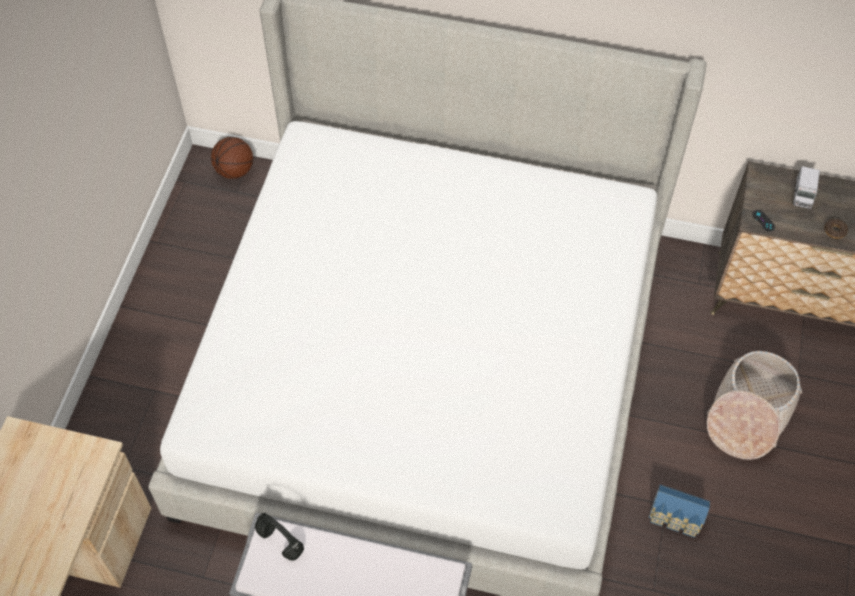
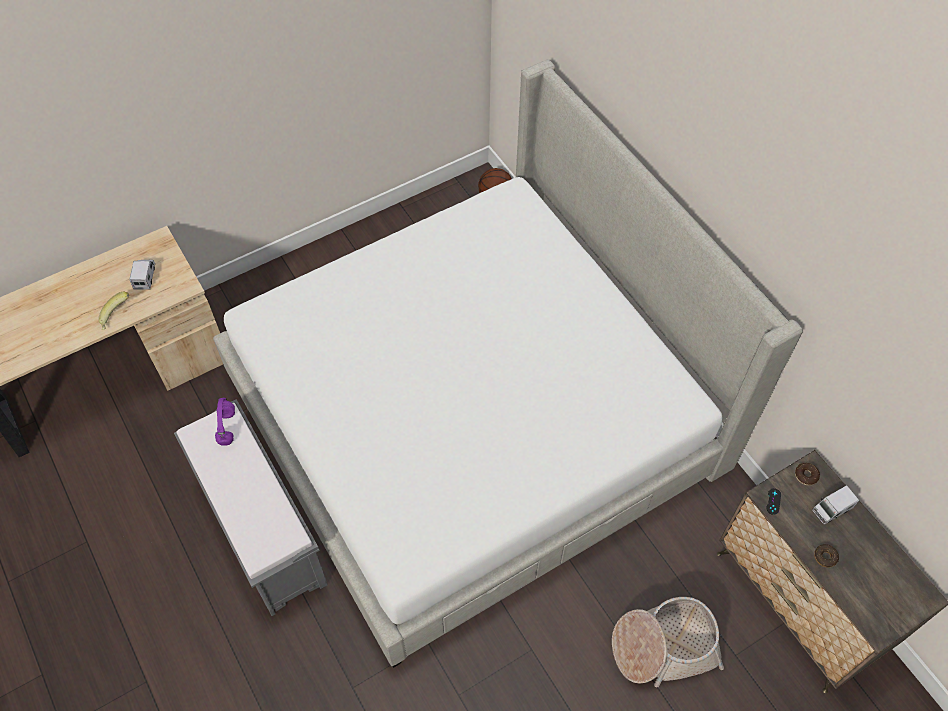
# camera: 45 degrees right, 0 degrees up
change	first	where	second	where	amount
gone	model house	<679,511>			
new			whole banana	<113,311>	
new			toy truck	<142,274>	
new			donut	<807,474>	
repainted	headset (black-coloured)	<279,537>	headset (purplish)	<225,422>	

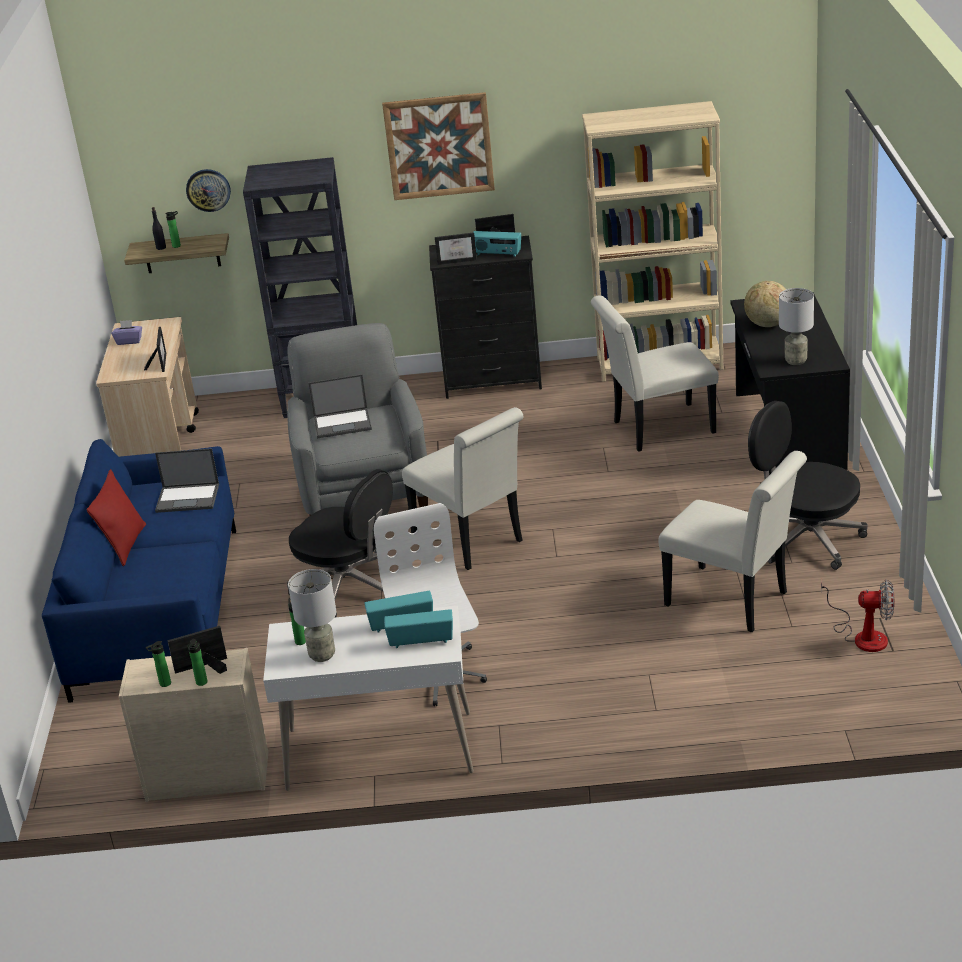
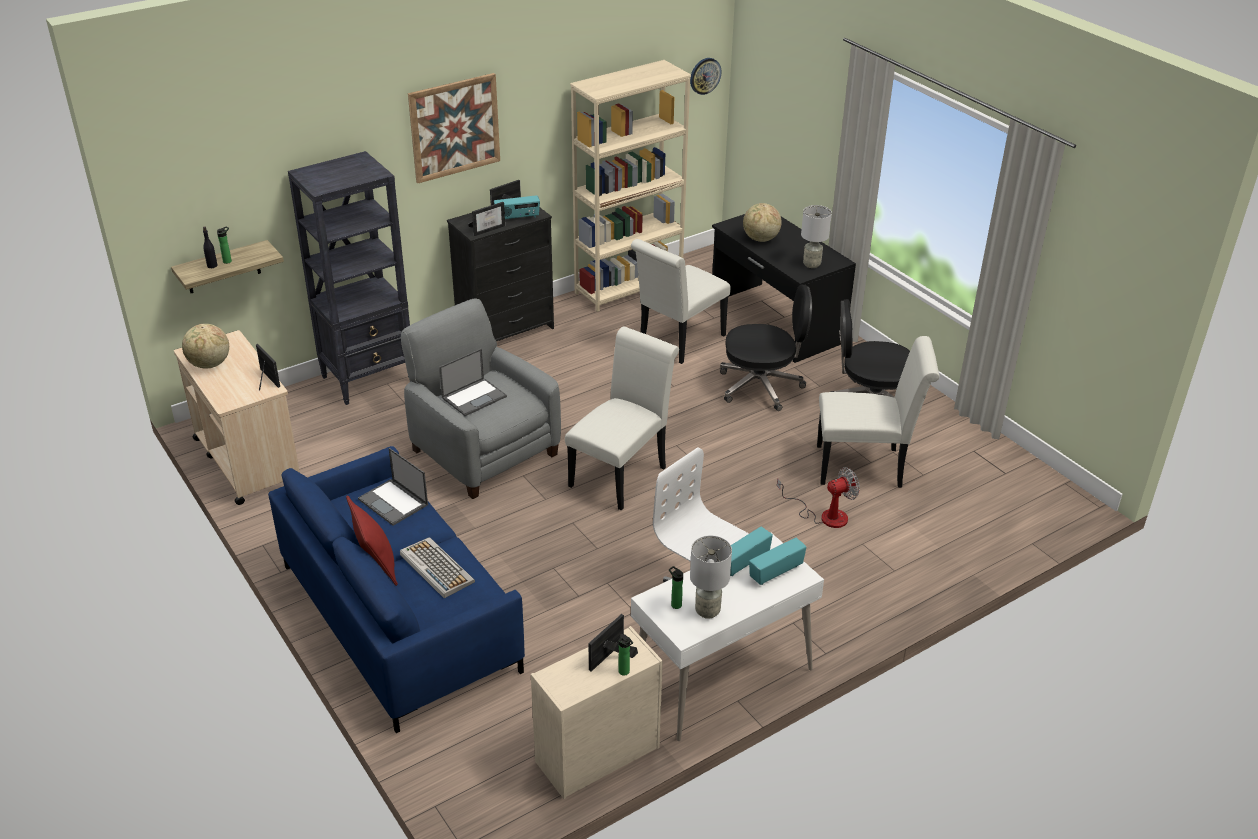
# camera: 35 degrees left, 5 degrees up
change	first	where	second	where	amount
gone	beverage bottle	<158,664>			
new			keyboard	<437,567>	
shifted	wall clock	<208,190>		<705,76>	
shifted	computer chair (black-coloured)	<340,543>		<766,348>	
shifted	electric fan	<857,615>		<818,497>	
swapped	tissue box (purplish)	<126,332>	world globe	<205,346>	
rotated	laptop	<187,480>		<393,487>	75 degrees clockwise
rotated	plain chair (white)	<463,488>		<622,418>	75 degrees counterclockwise

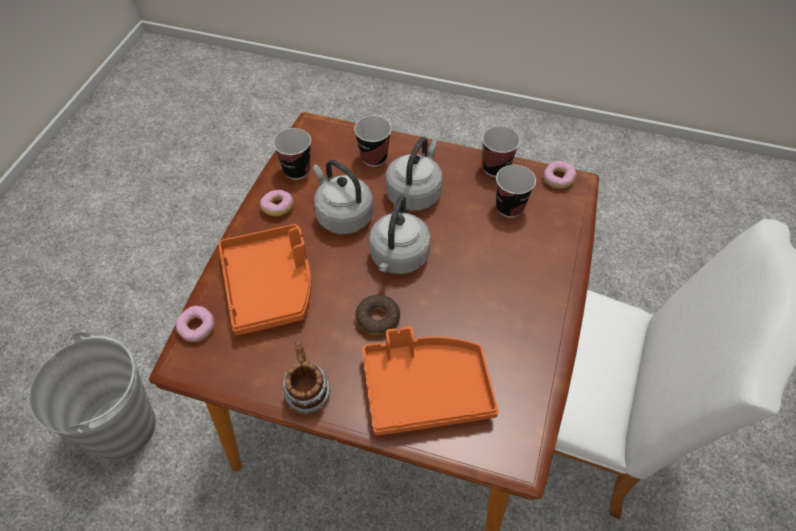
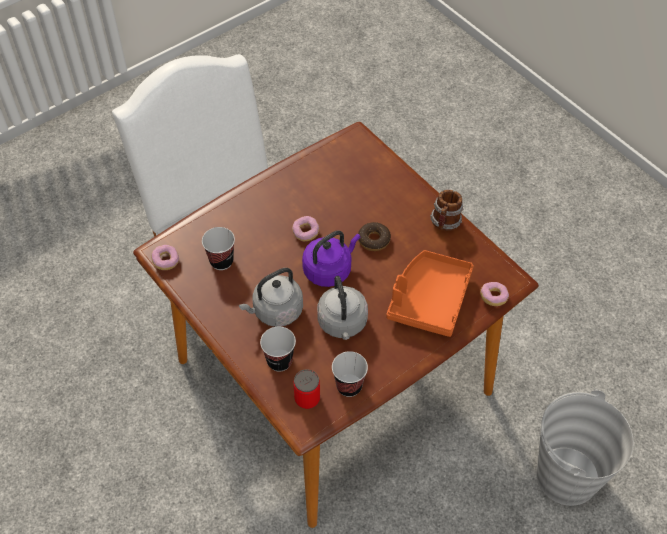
# camera: 145 degrees left, 0 degrees up
change	first	where	second	where	amount
gone	carrying tray (orangey)	<430,381>			
gone	small cup	<501,151>			
new			metal can	<306,389>	
shifted	donut	<277,203>		<306,228>	
repainted	tea kettle (greyish)	<400,234>	tea kettle (purplish)	<331,259>	

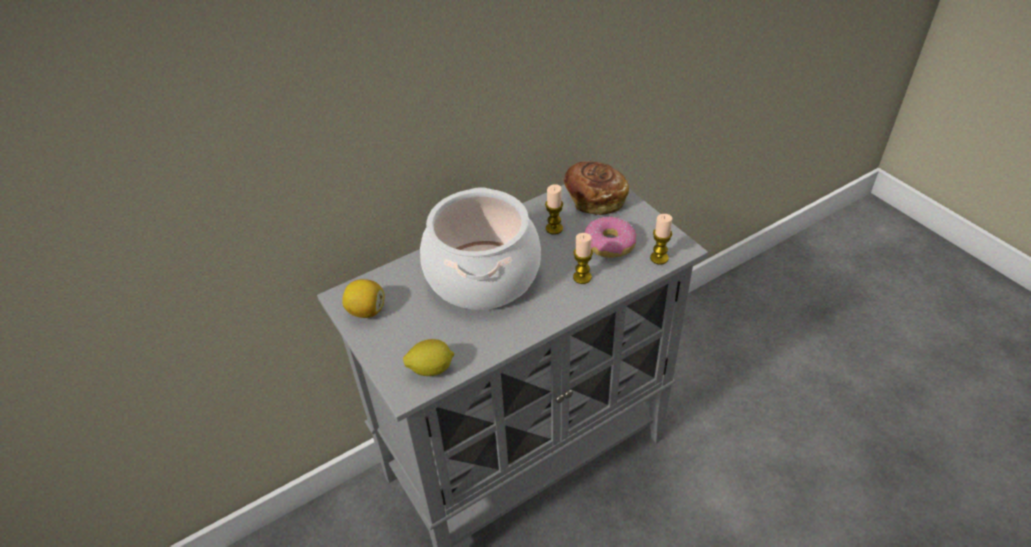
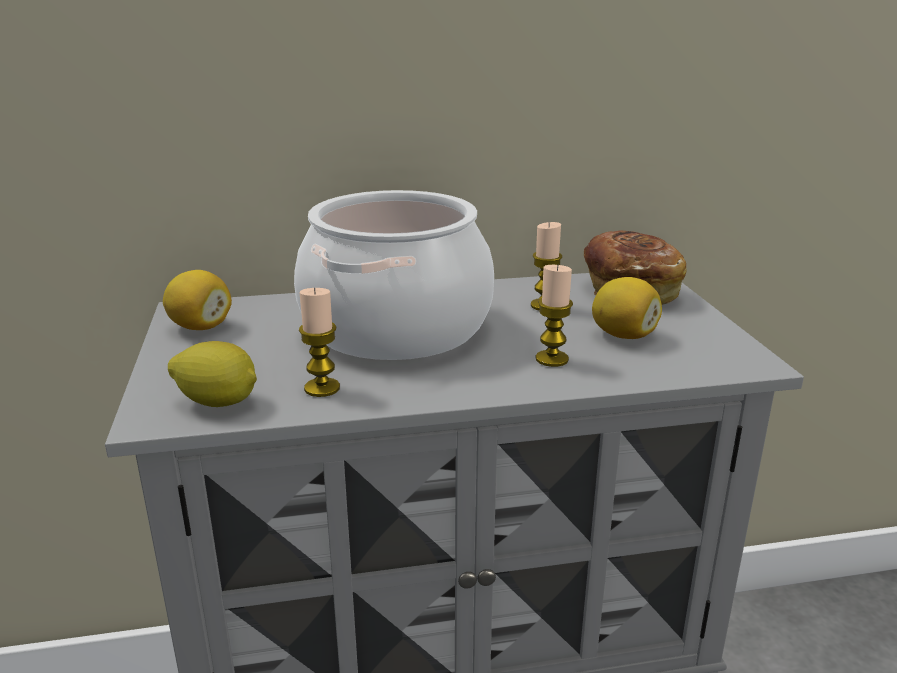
# camera: 20 degrees right, 20 degrees down
change	first	where	second	where	amount
shifted	wax light	<661,239>		<319,342>	
swapped	donut	<610,237>	whole lemon	<627,308>	

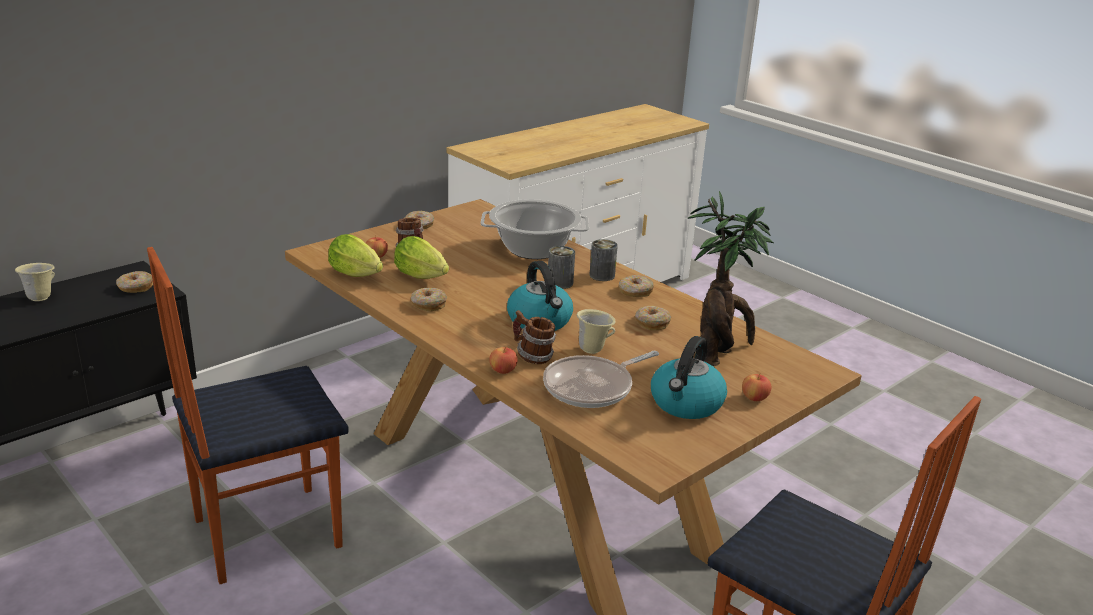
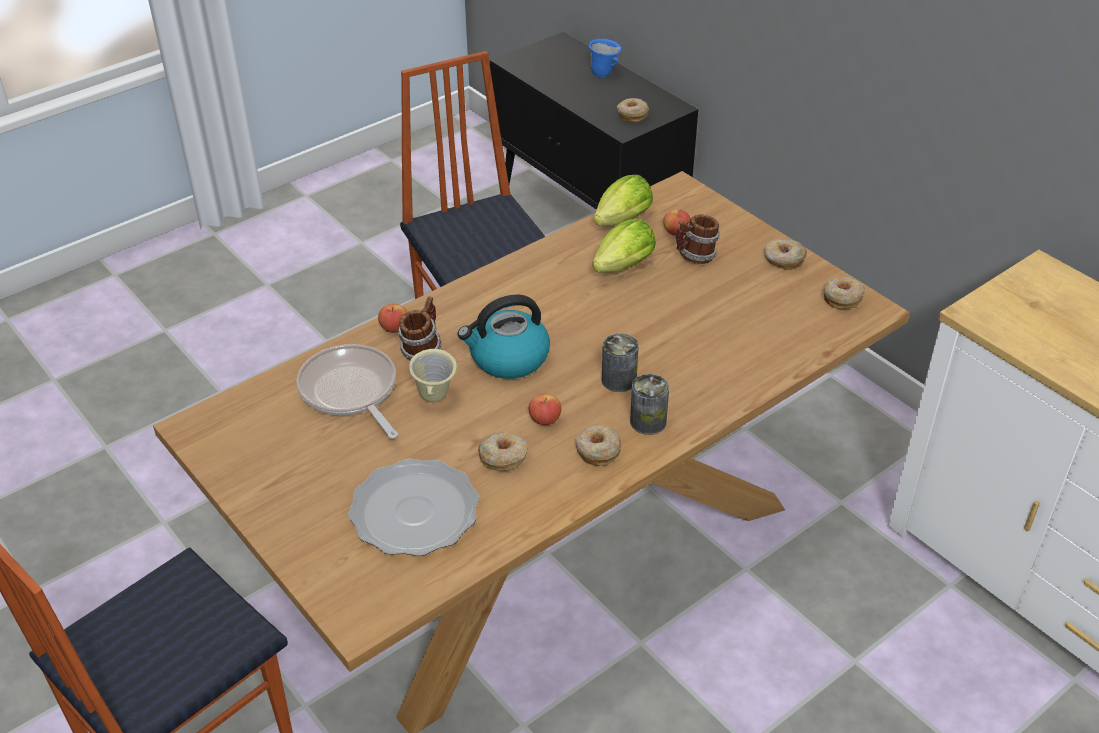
# camera: 95 degrees right, 15 degrees up
change	first	where	second	where	amount
gone	stockpot	<535,229>			
gone	tea kettle	<689,377>			
shifted	donut	<429,300>		<844,293>	
shifted	apple fruit	<756,387>		<545,409>	
swapped	houseplant	<730,278>	dinner plate	<413,507>	
repainted	mug (sand-coloured)	<35,282>	mug (bluish)	<605,58>	

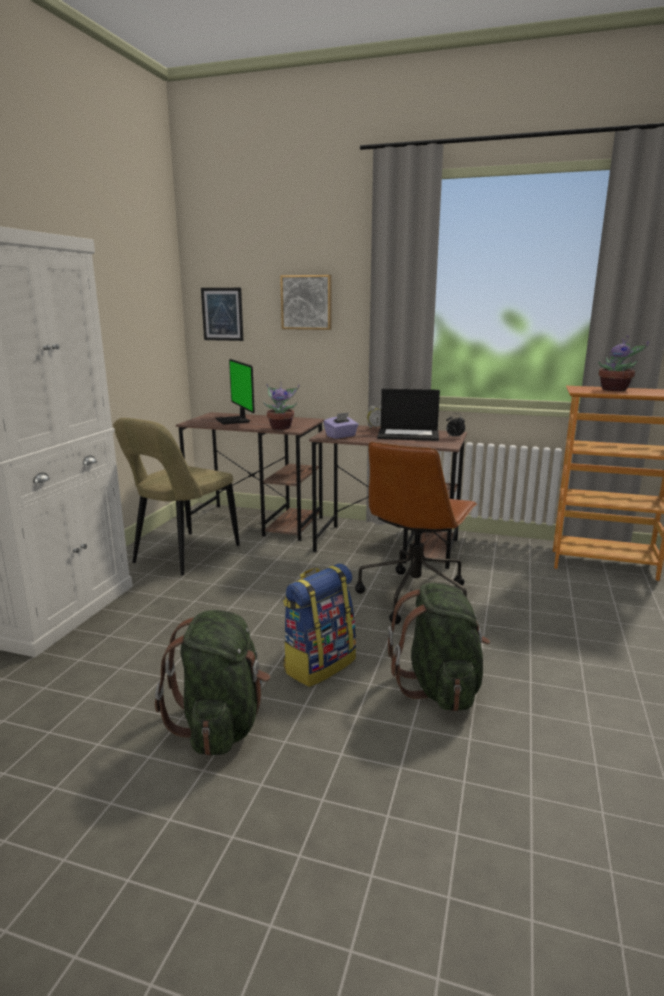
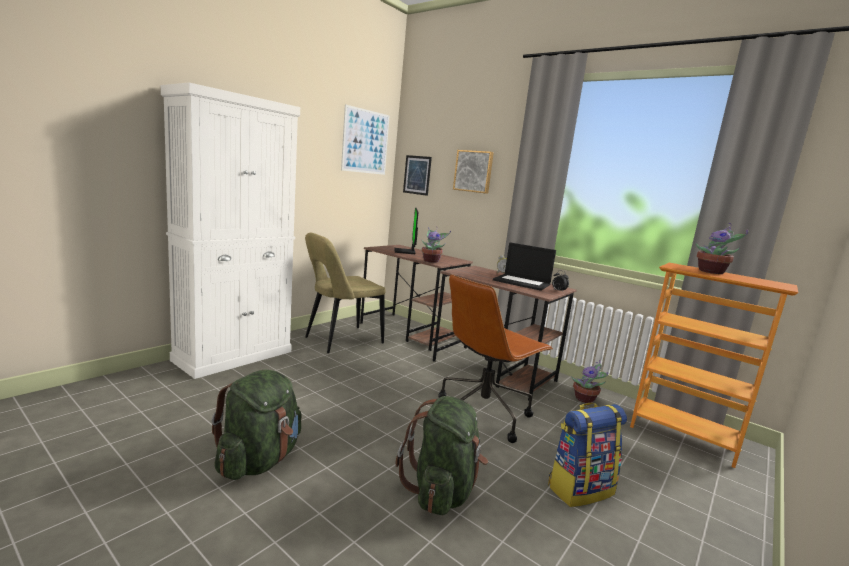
# camera: 20 degrees right, 5 degrees down
change	first	where	second	where	amount
gone	tissue box (purplish)	<341,426>			
new			wall art	<365,140>	
new			houseplant	<589,381>	
shifted	backpack	<319,625>		<587,455>	

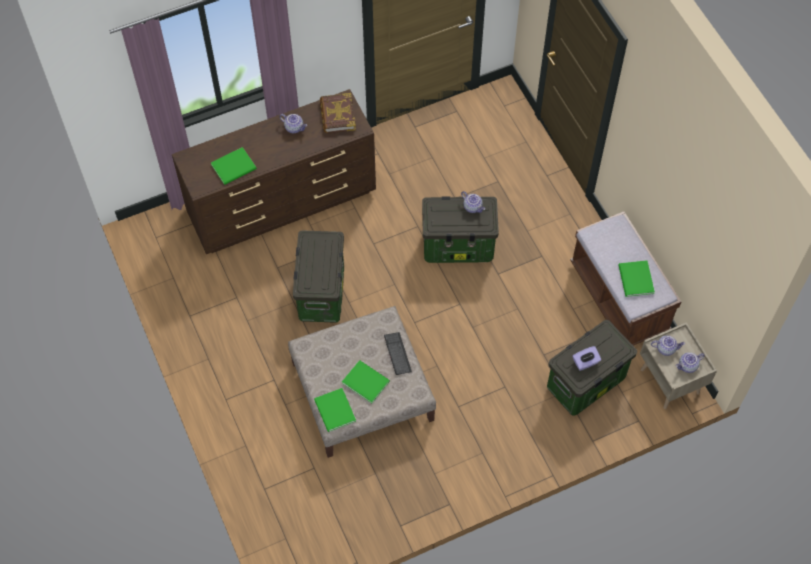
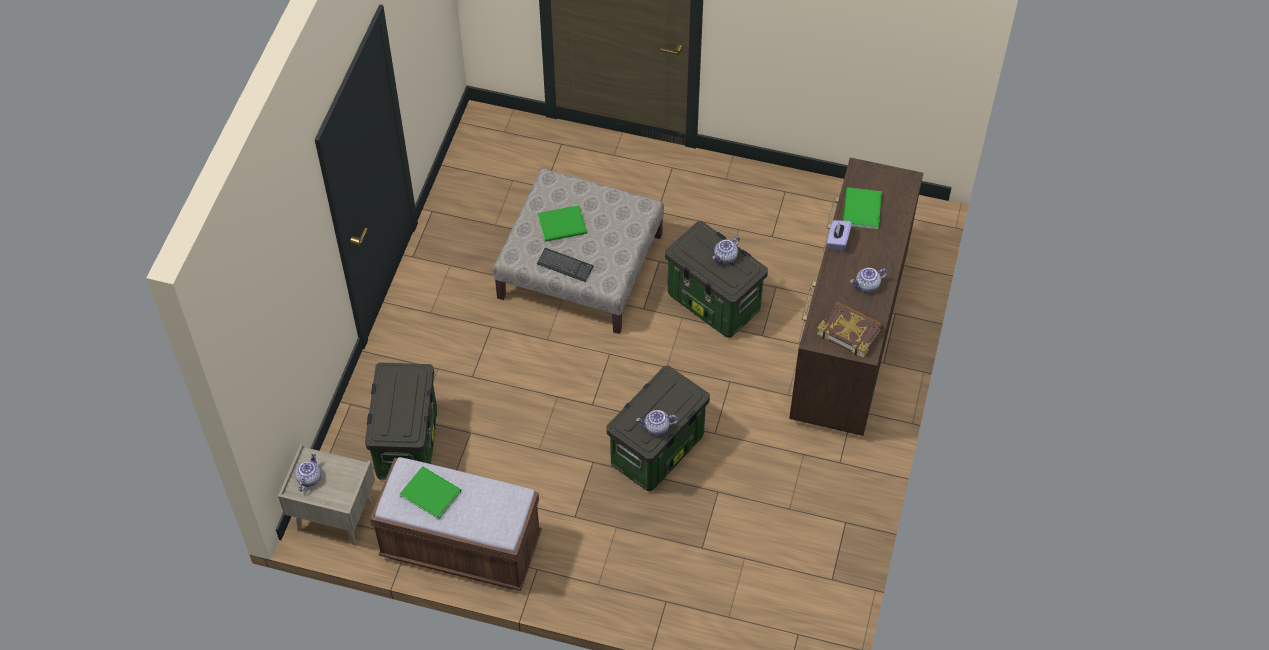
# camera: 130 degrees right, 5 degrees down
change	first	where	second	where	amount
gone	volume (green)	<335,410>			
shifted	tissue box (purplish)	<587,358>		<839,236>	
shifted	teapot	<668,345>		<726,250>	

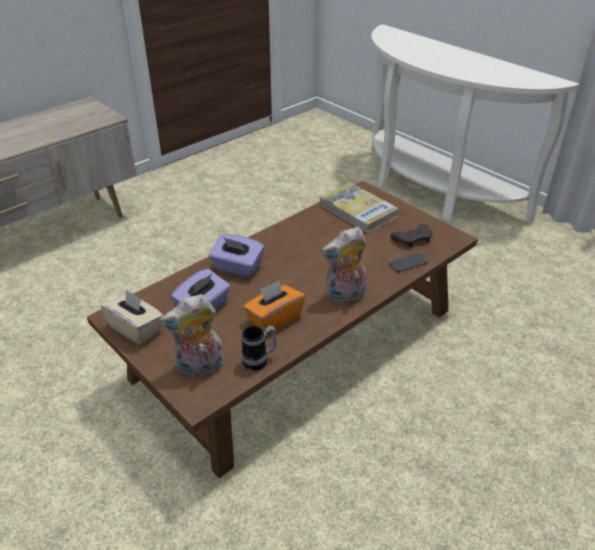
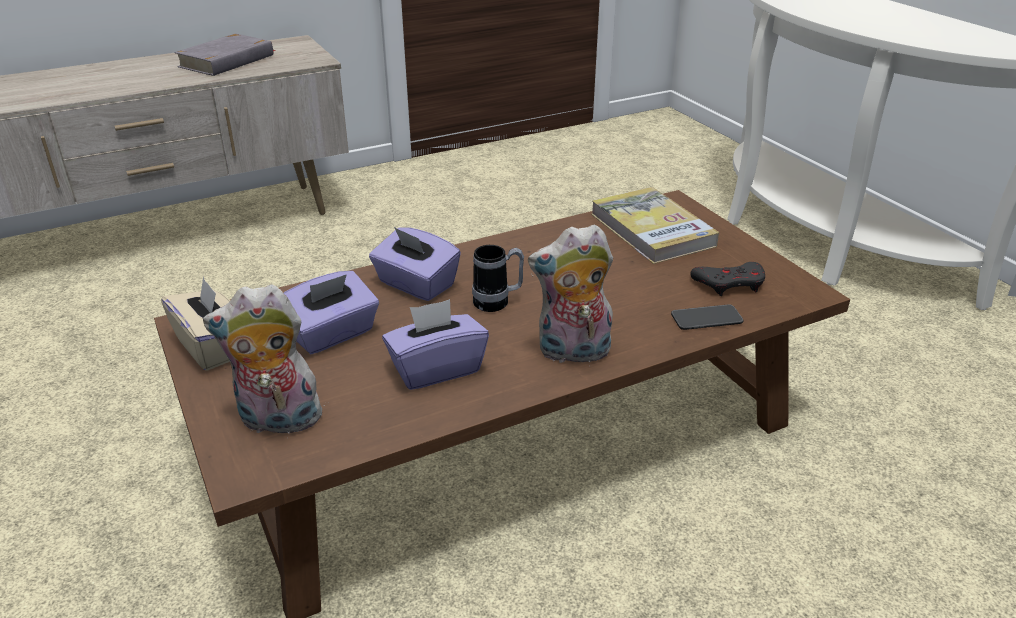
# camera: 15 degrees right, 5 degrees down
change	first	where	second	where	amount
new			volume (greyish)	<225,55>	
shifted	mug	<259,348>		<498,278>	
repainted	tissue box (orangey)	<274,307>	tissue box (purplish)	<435,344>	

